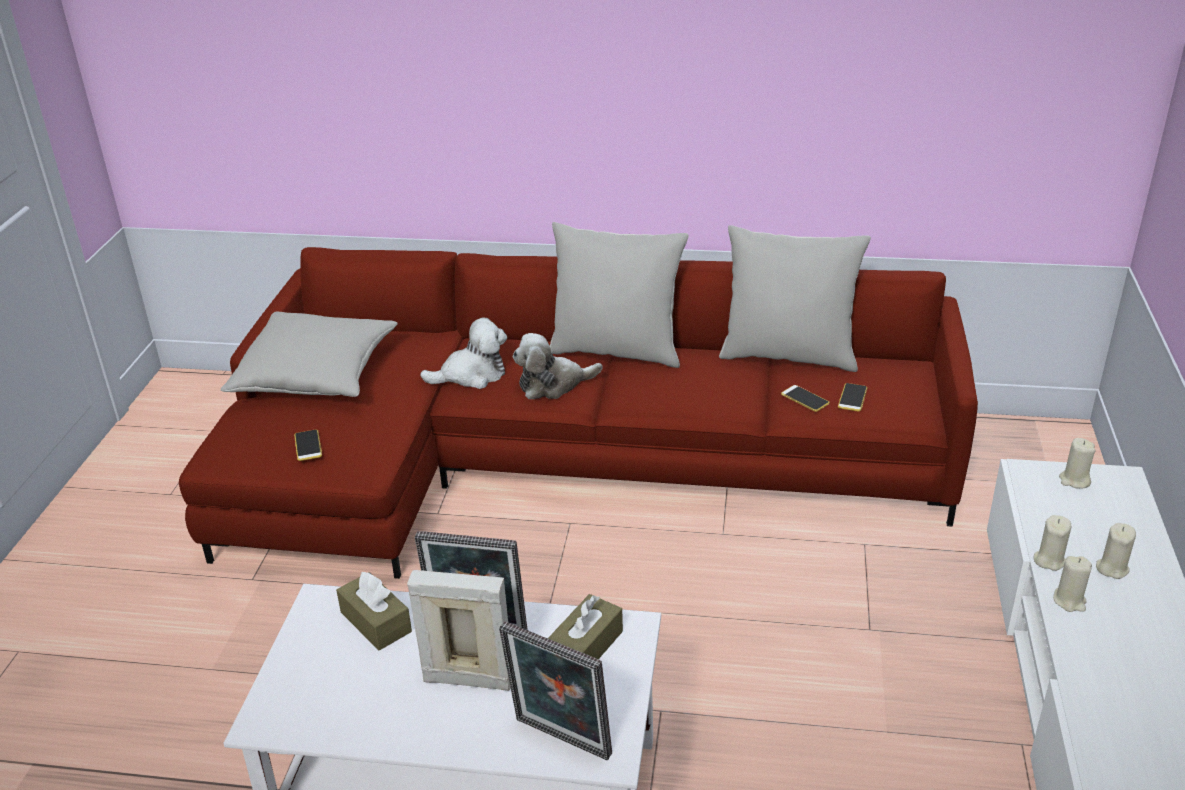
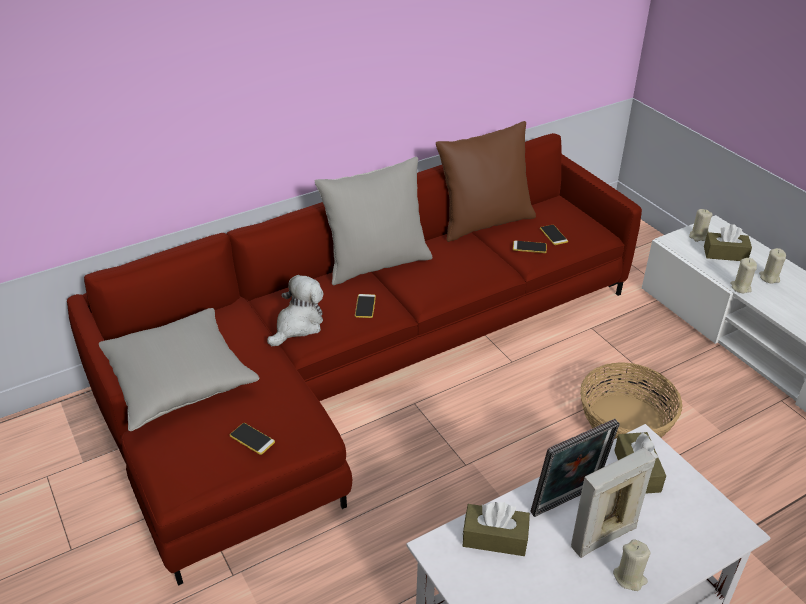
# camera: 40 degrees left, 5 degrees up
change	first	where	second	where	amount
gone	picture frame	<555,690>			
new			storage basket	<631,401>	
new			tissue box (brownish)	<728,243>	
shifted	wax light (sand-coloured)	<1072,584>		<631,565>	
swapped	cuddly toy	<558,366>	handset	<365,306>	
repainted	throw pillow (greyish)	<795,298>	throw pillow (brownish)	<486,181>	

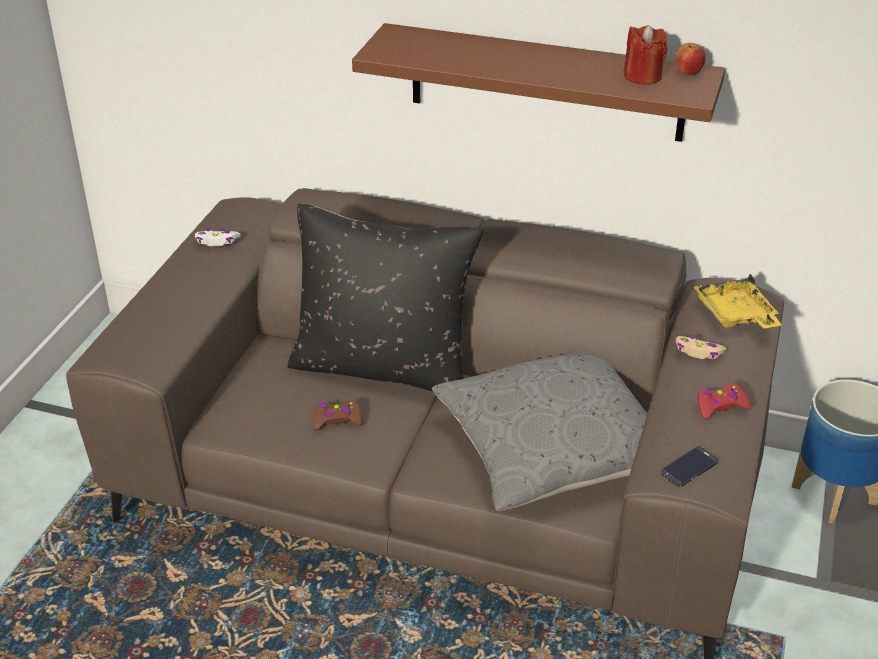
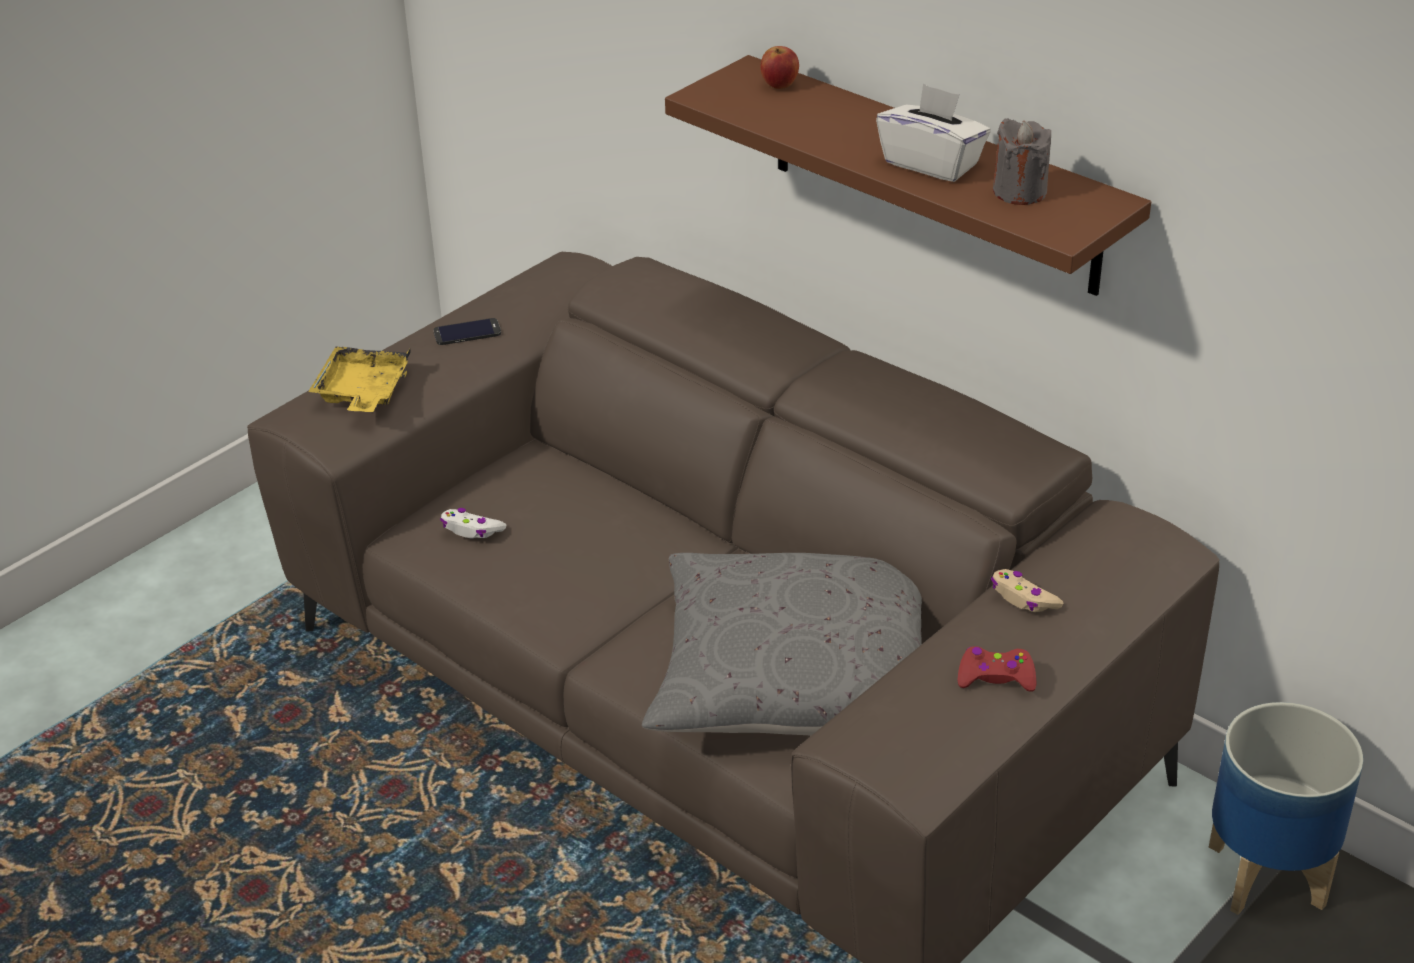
# camera: 25 degrees right, 0 degrees up
change	first	where	second	where	amount
gone	throw pillow (black-coloured)	<385,297>			
gone	joypad (brownish)	<338,415>			
new			tissue box (white)	<933,132>	
shifted	joypad (white)	<218,237>		<473,523>	
shifted	handset	<689,466>		<467,331>	
shifted	apple fruit	<691,59>		<779,67>	
shifted	carrying tray (yellowish)	<737,301>		<359,379>	
repainted	wax light (reddish)	<645,55>	wax light (greyish)	<1022,161>	

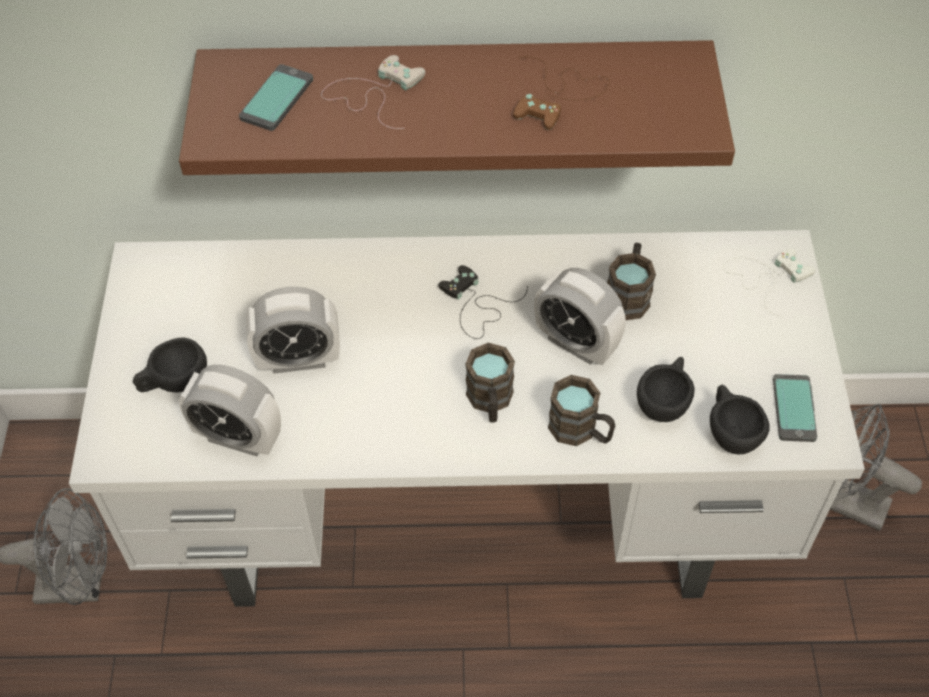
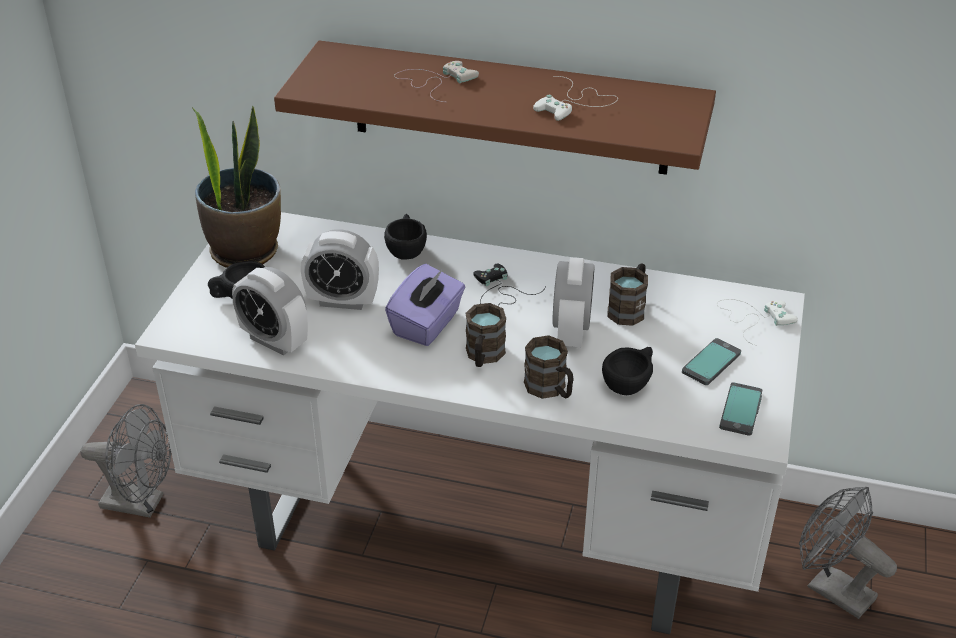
# camera: 15 degrees right, 15 degrees down
change	first	where	second	where	amount
new			houseplant	<237,187>	
new			tissue box (purplish)	<425,305>	
shifted	handset	<276,97>		<711,361>	
shifted	small cup (black-coloured)	<740,420>		<405,237>	
repainted	joypad (brownish)	<561,93>	joypad (white)	<575,98>	
rotated	bedside clock	<580,316>		<573,302>	135 degrees counterclockwise

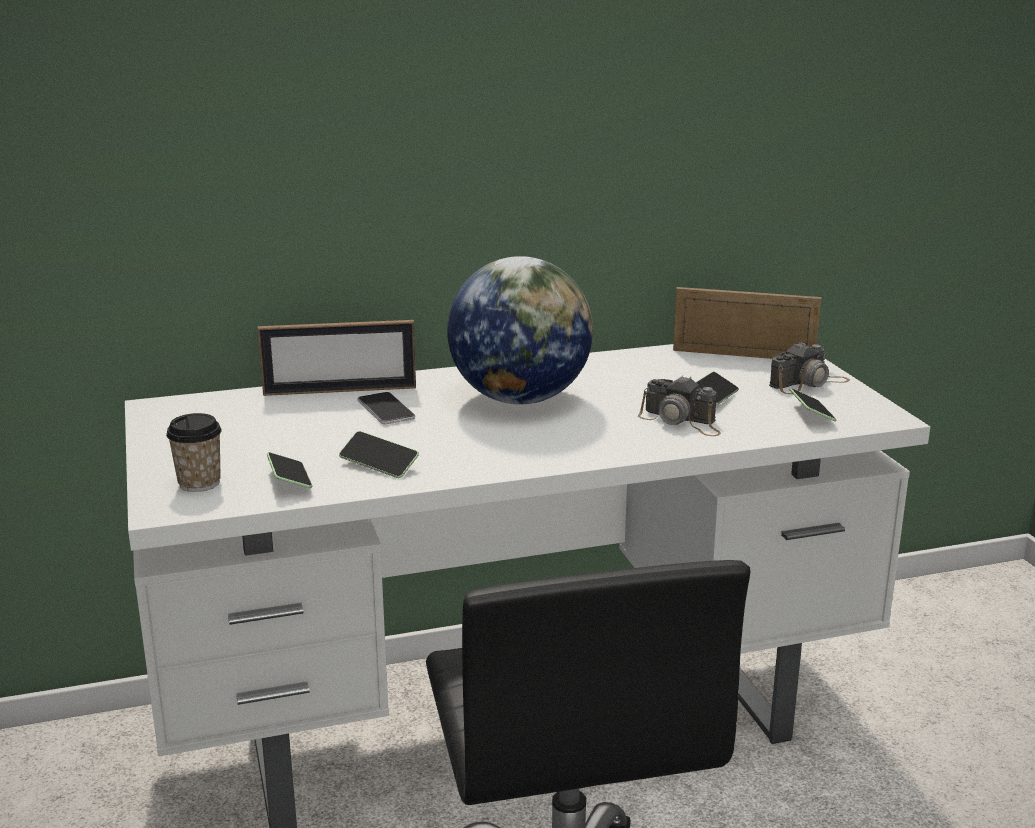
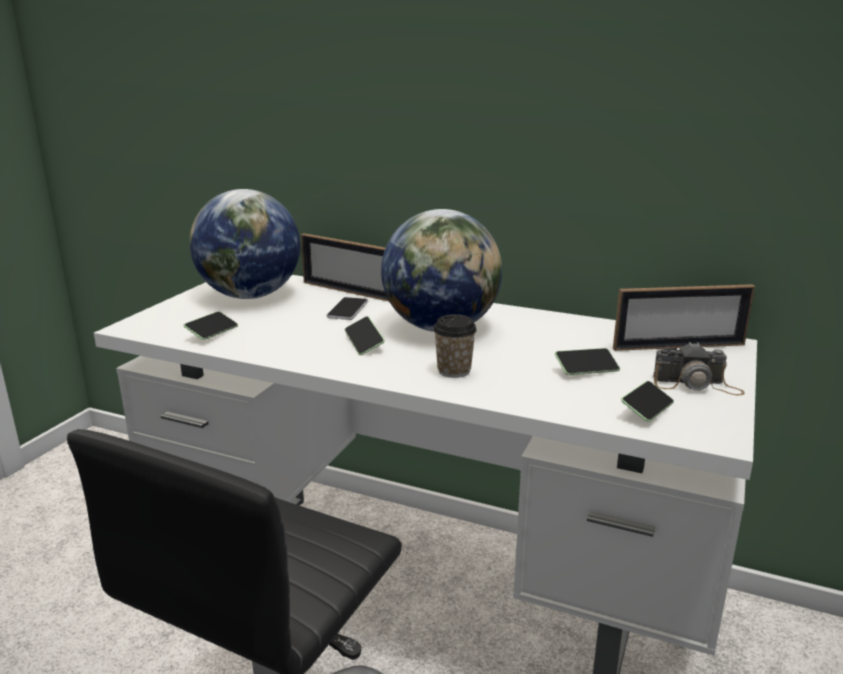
# camera: 40 degrees right, 0 degrees up
change	first	where	second	where	amount
gone	photo camera	<679,405>			
new			world globe	<244,244>	
shifted	small cup	<194,452>		<455,346>	
shifted	handset	<379,454>		<365,335>	
rotated	picture frame	<747,323>		<684,317>	120 degrees clockwise

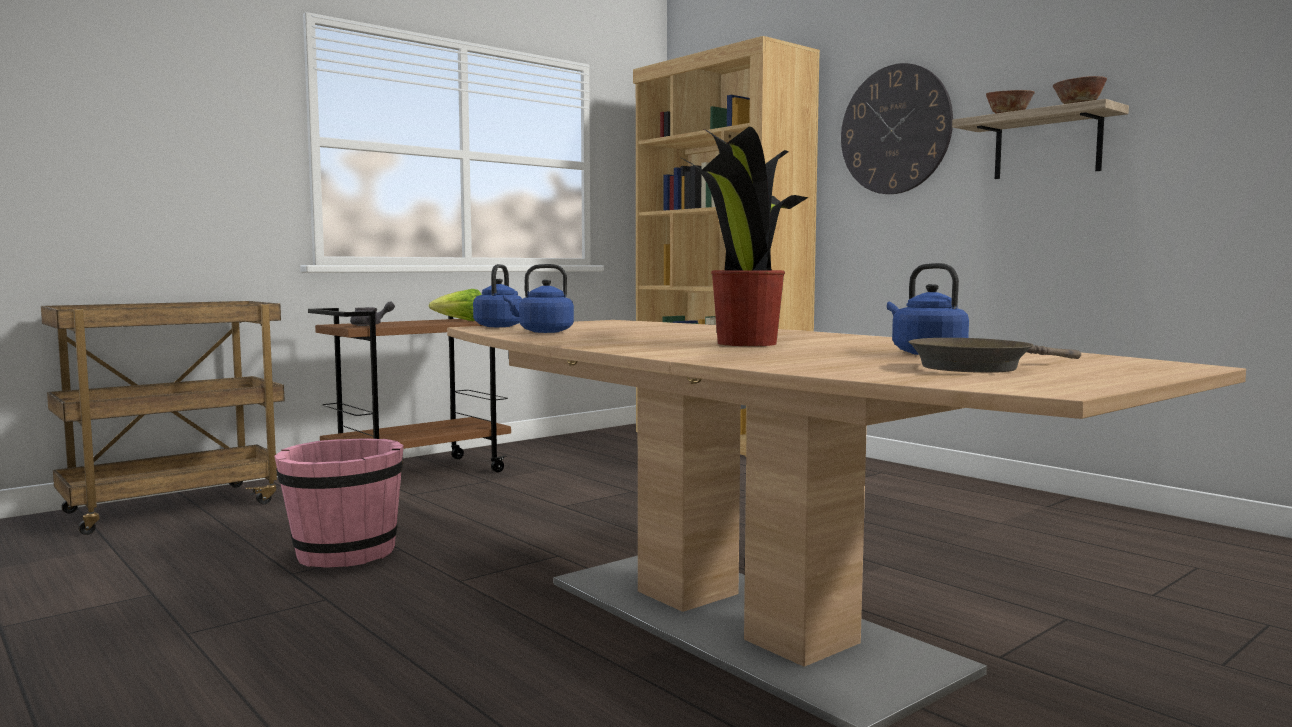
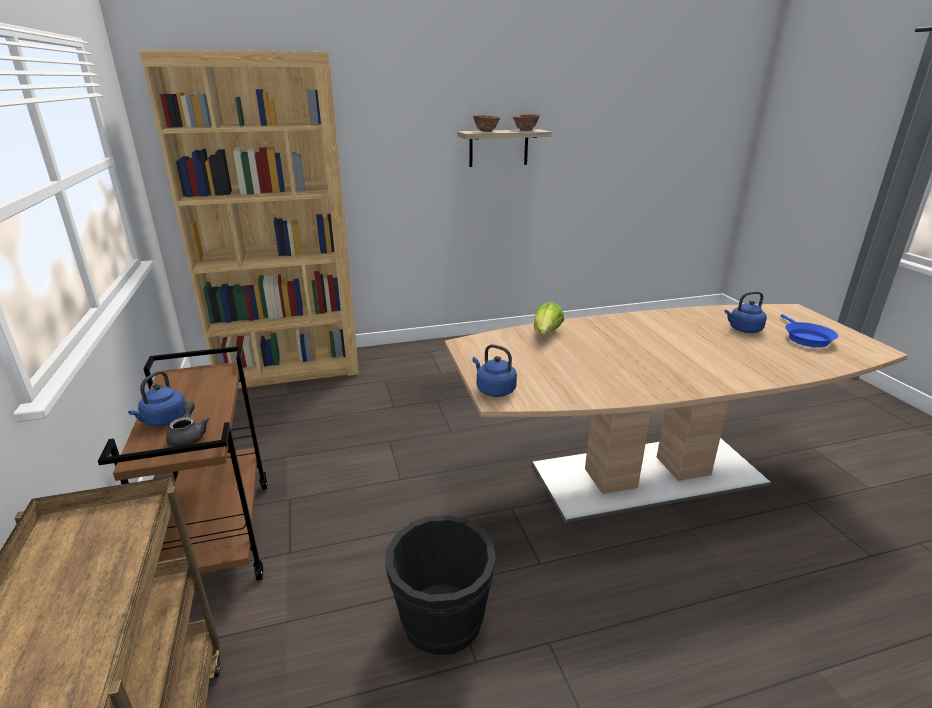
# camera: 65 degrees left, 20 degrees up
change	first	where	second	where	amount
gone	houseplant	<745,236>			
gone	wall clock	<897,128>			
shifted	lettuce head	<455,305>		<549,318>	
shifted	tea kettle (bluish)	<538,298>		<156,399>	
repainted	bucket (pink-coloured)	<339,503>	bucket (black-coloured)	<440,585>	
repainted	skillet (brownish)	<994,355>	skillet (bluish)	<809,331>	

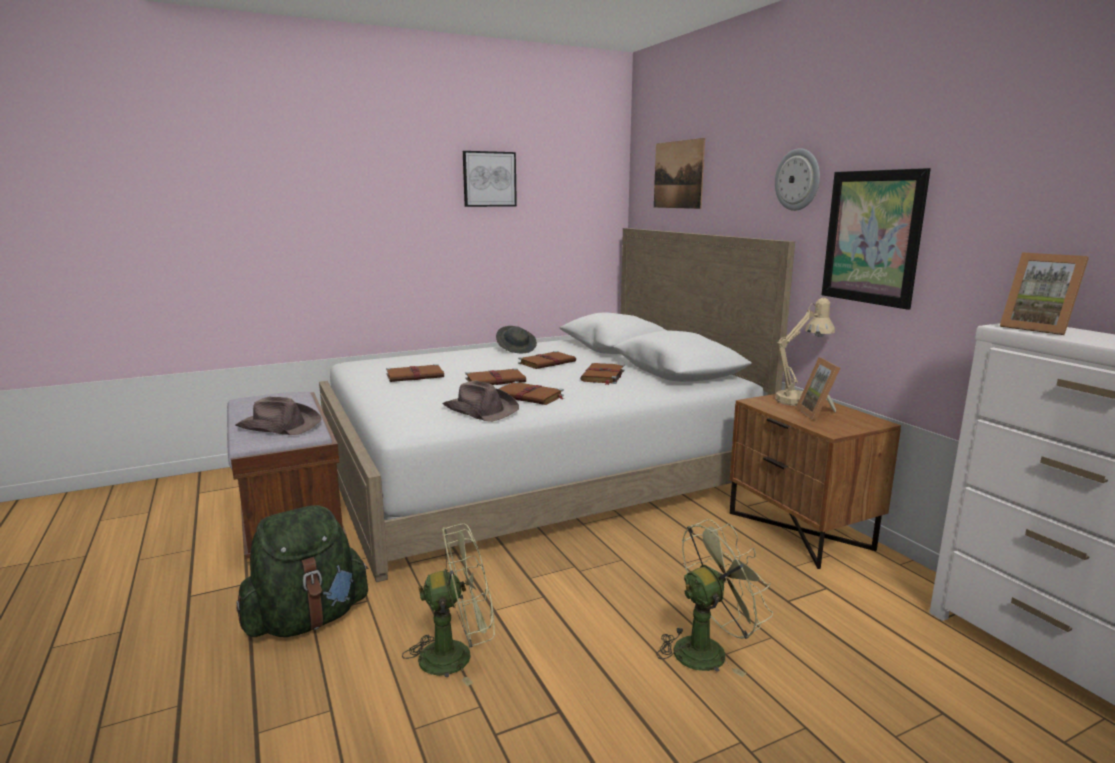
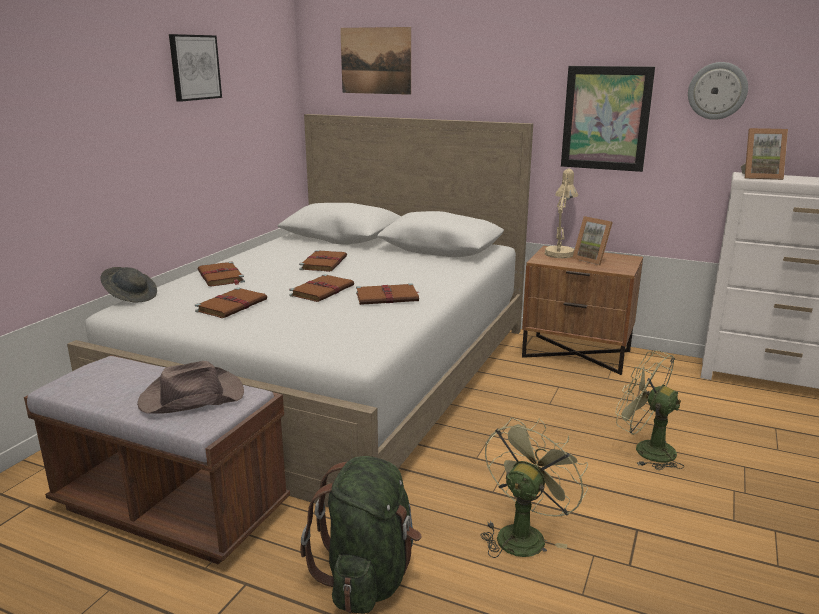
# camera: 40 degrees left, 5 degrees up
change	first	where	second	where	amount
gone	clothing hat (brownish)	<480,401>			
shifted	clothing hat (greyish)	<516,339>		<128,285>	
shifted	volume (brownish)	<602,374>		<221,274>	
shifted	wall clock	<797,179>		<718,91>	
rotated	electric fan (green)	<714,598>		<650,410>	75 degrees counterclockwise

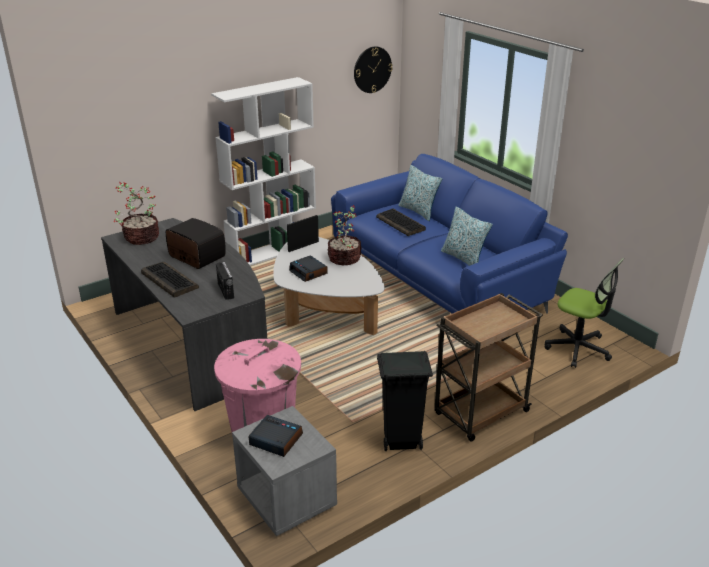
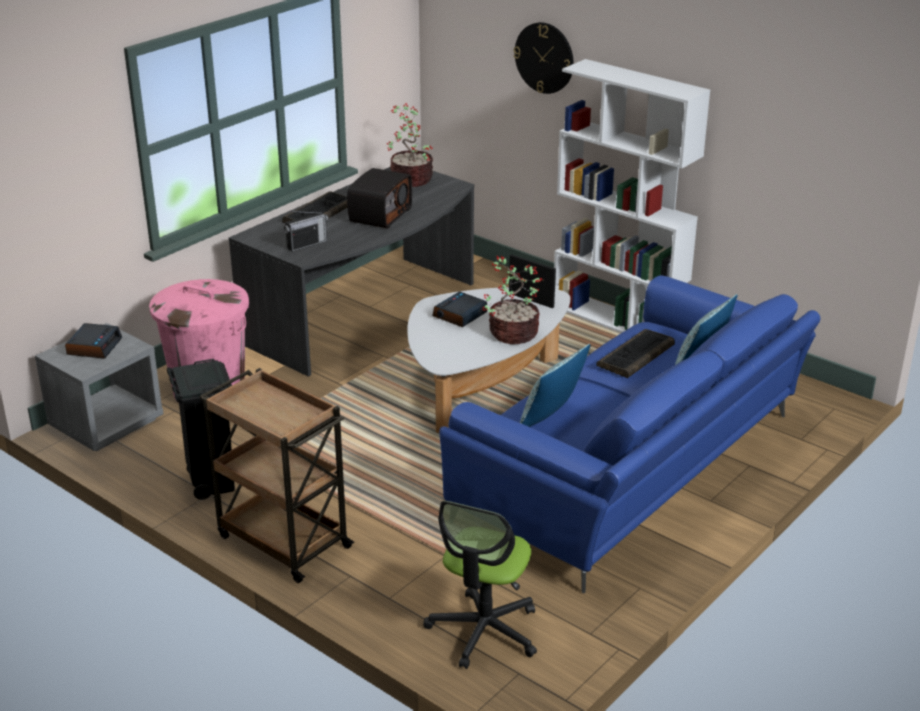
# camera: 75 degrees right, 0 degrees up
change	first	where	second	where	amount
shifted	wall clock	<373,69>		<544,58>	

